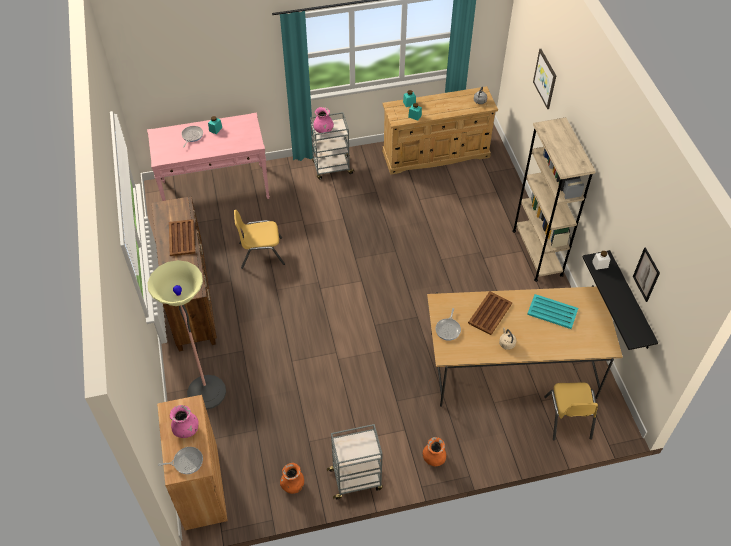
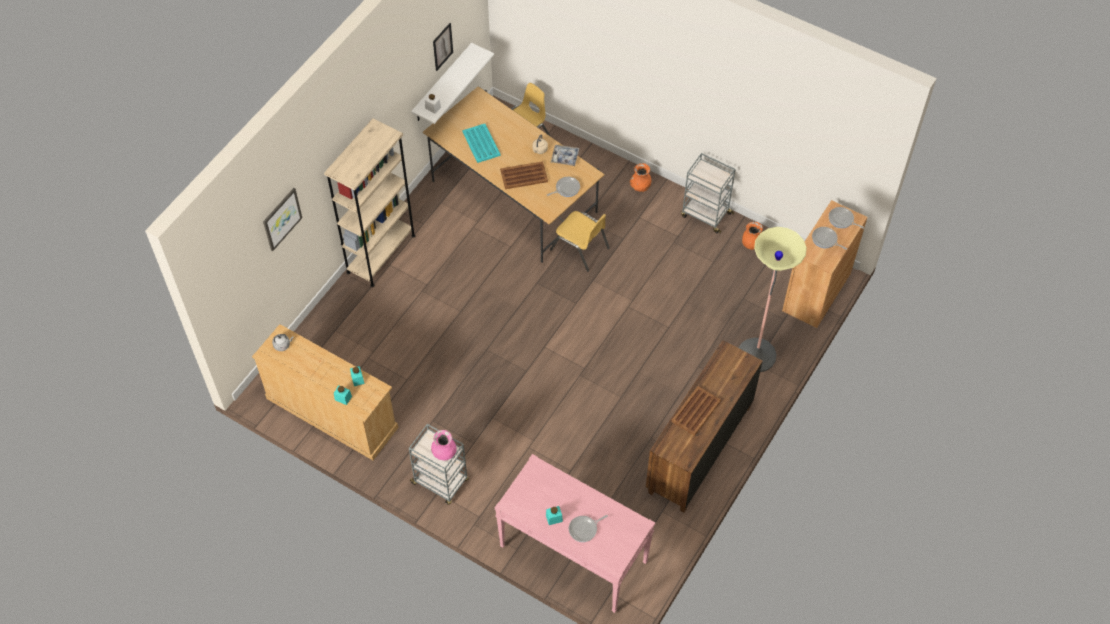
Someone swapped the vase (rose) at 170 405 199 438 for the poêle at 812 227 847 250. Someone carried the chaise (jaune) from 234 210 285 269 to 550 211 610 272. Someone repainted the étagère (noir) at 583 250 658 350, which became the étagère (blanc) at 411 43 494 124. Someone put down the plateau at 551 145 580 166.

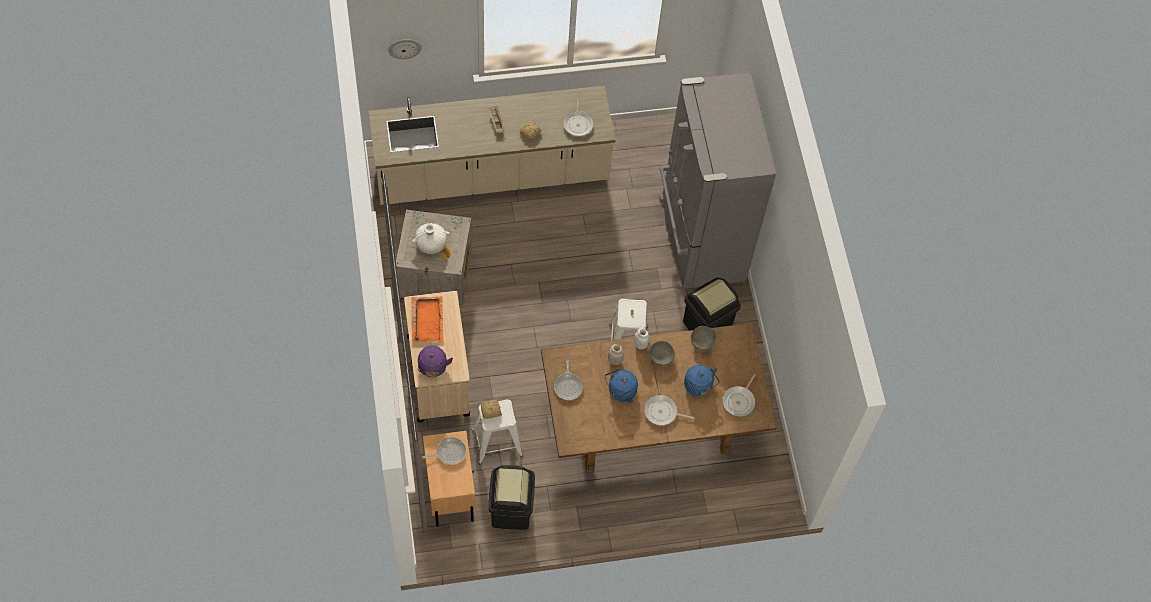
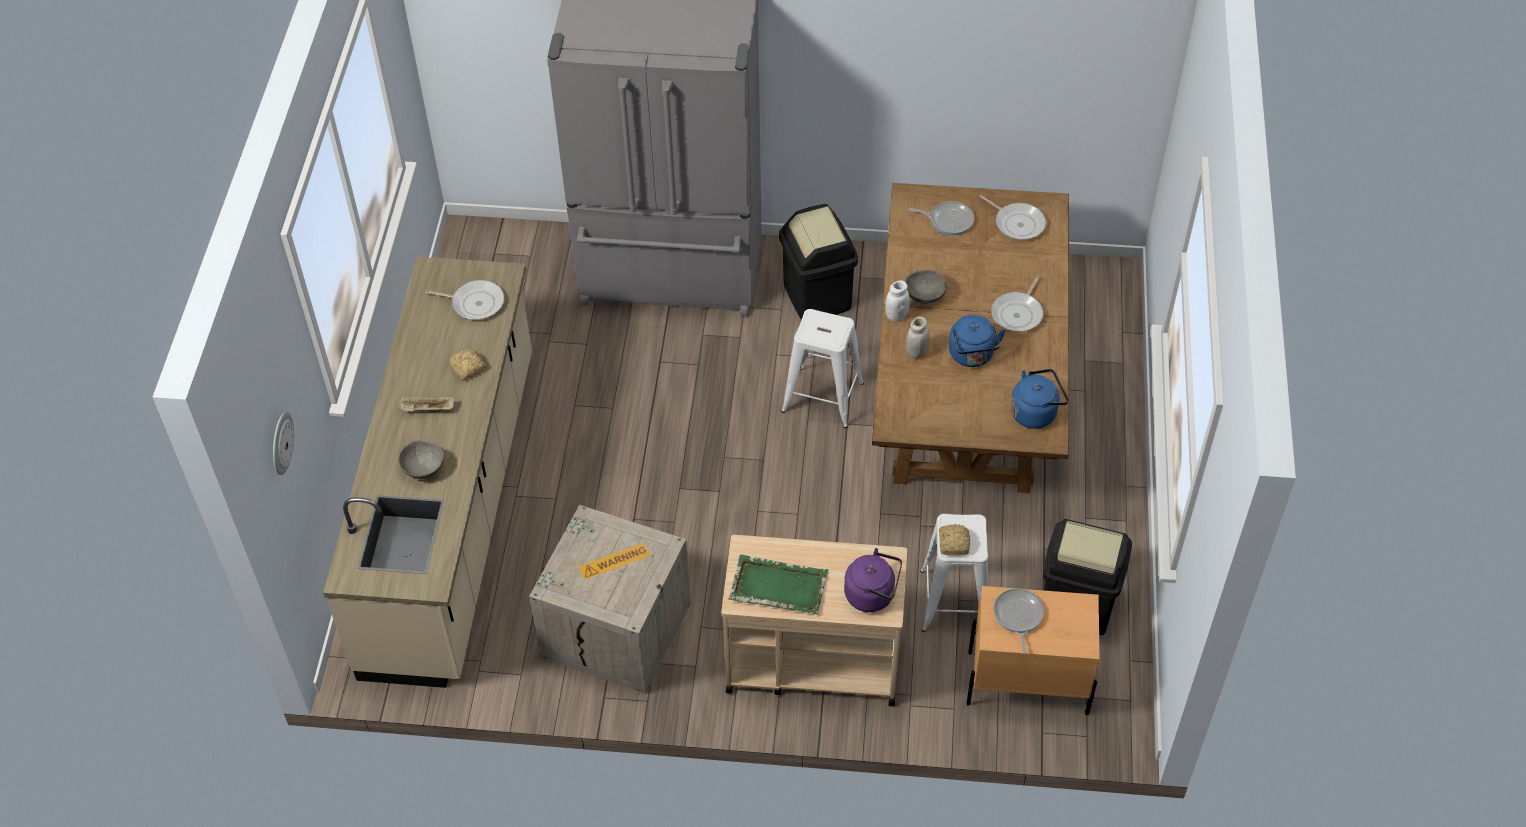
Someone repainted the plateau (orange) at 411 296 444 343, which became the plateau (vert) at 729 554 829 614. Someone took away the vase (blanc) at 412 223 450 254. Someone carried the poêle from 554 359 583 400 to 908 201 975 235. Someone carried the bouilloire (bleu) from 684 365 720 396 to 1011 369 1069 429. Someone carried the bol (gris) from 691 326 716 350 to 398 441 444 479.

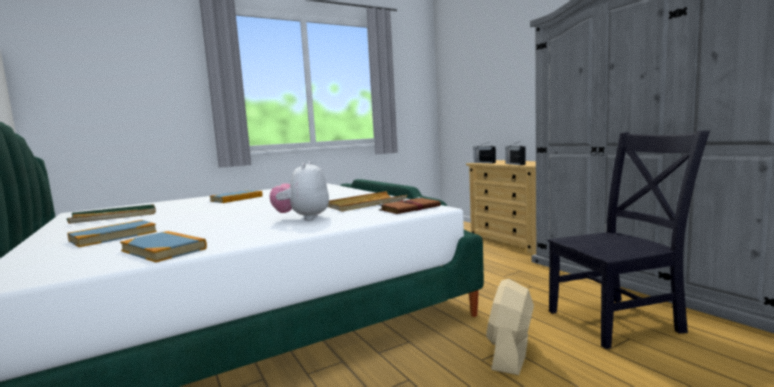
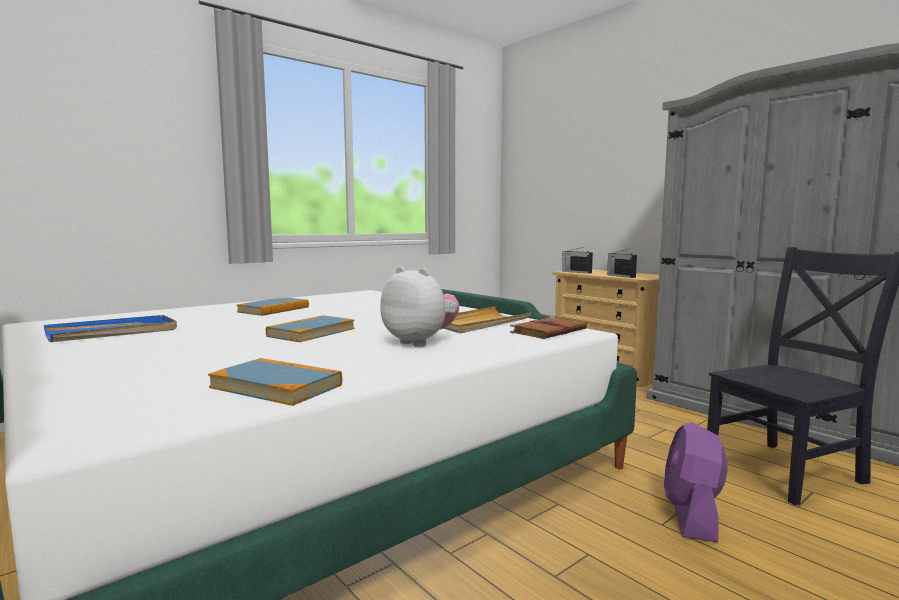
Someone repainted the plateau (vert) at 67 204 156 224, which became the plateau (bleu) at 44 315 177 342. Someone carried the livre from 67 220 157 247 to 266 315 355 342. Someone rotated the peluche at 269 161 329 220 by 135 degrees clockwise. Someone repainted the ventilateur (beige) at 486 279 534 375, which became the ventilateur (violet) at 664 422 728 542.

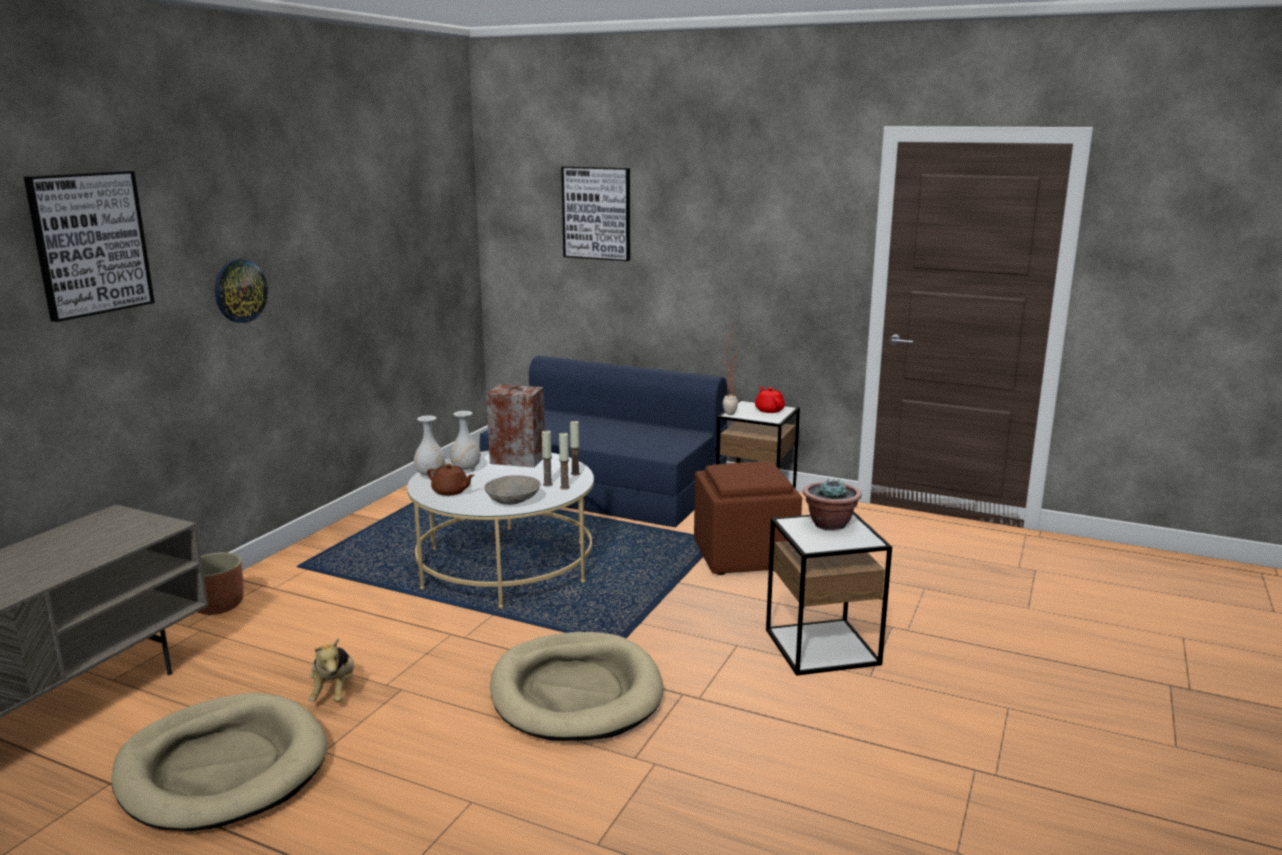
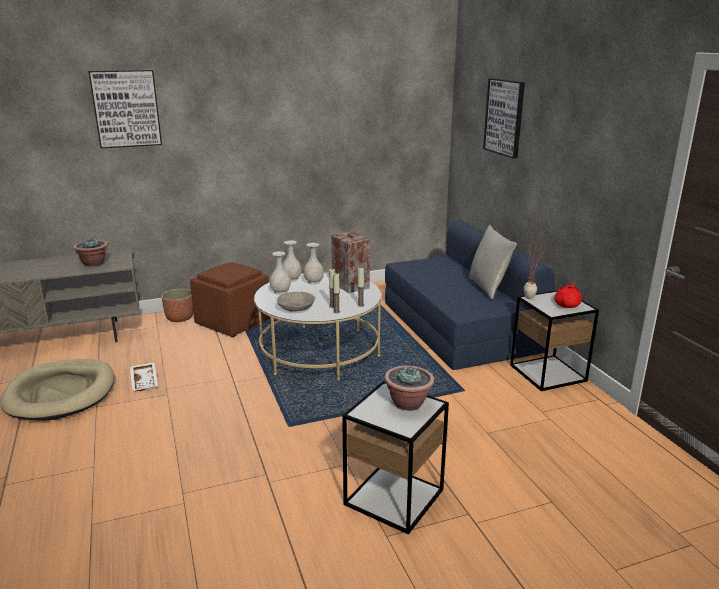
Someone took away the horloge murale at 215 259 268 323. Someone swapped the peluche at 309 638 354 702 for the plateau (blanc) at 130 362 158 391. Someone swapped the théière (marron) at 427 464 475 496 for the vase (blanc) at 270 251 291 295. Someone took away the panier pour chien (beige) at 490 632 663 741. Someone carried the pouf (marron) from 694 462 802 575 to 190 262 271 337. Someone put down the plante en pot at 73 238 108 267. Someone put down the coussin (gris) at 469 225 517 300.

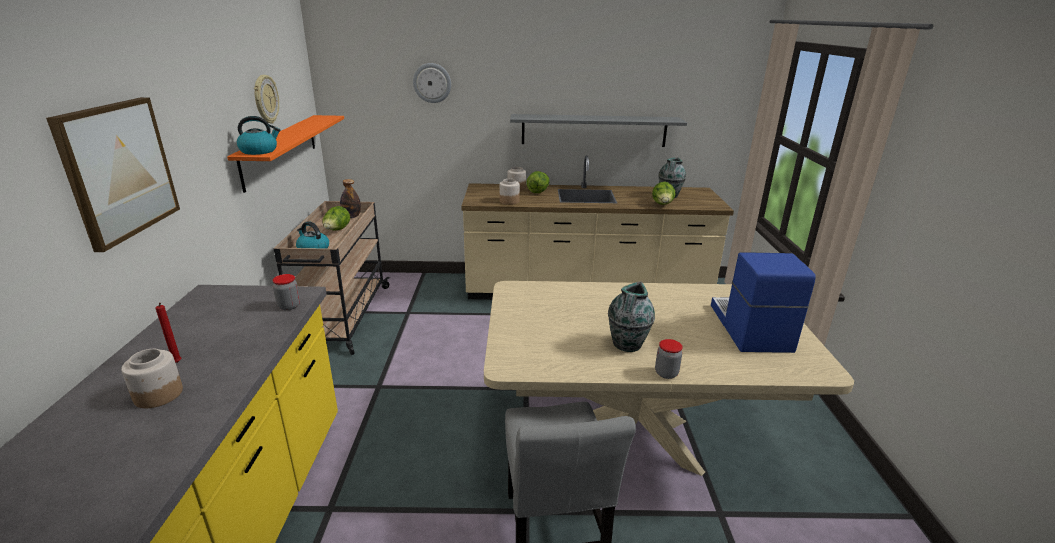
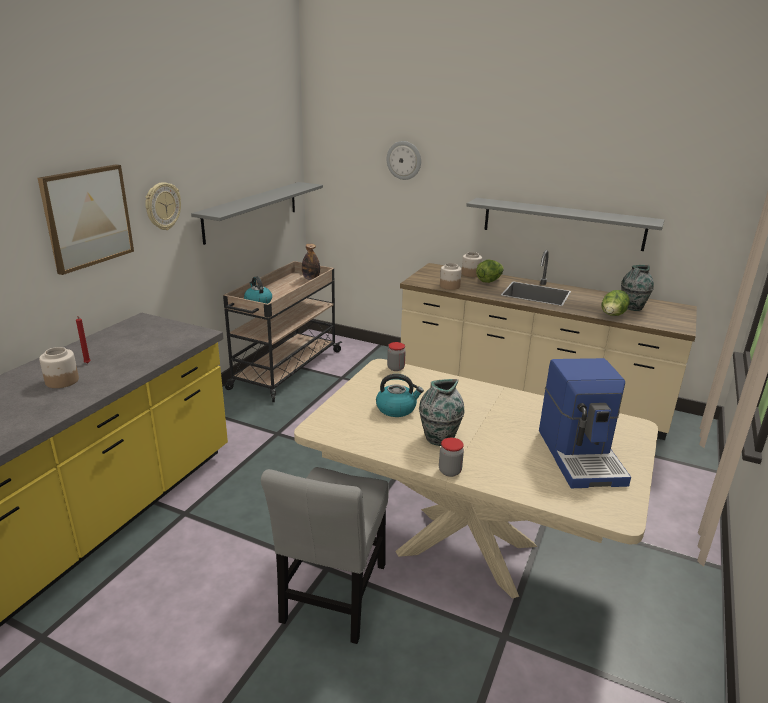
Someone repainted the étagère (orange) at 227 115 344 193, which became the étagère (gris) at 191 182 323 245. Someone carried the bouilloire from 237 116 280 155 to 376 374 424 417. Someone carried the horloge murale from 254 75 279 124 to 145 182 181 230. Someone carried the bocal from 272 274 300 310 to 387 342 406 371. Someone took away the laitue at 322 206 350 230. Someone rotated the machine à café at 711 252 816 353 by 150 degrees clockwise.

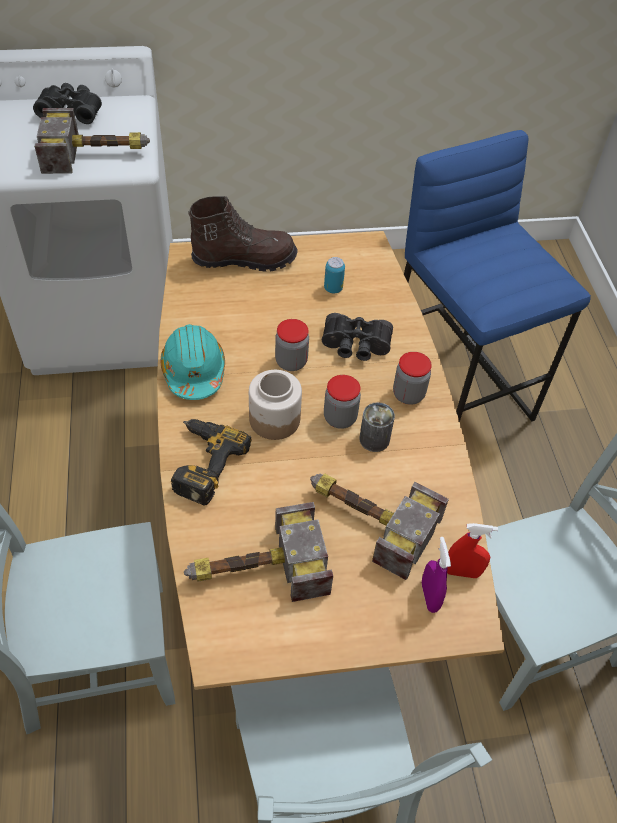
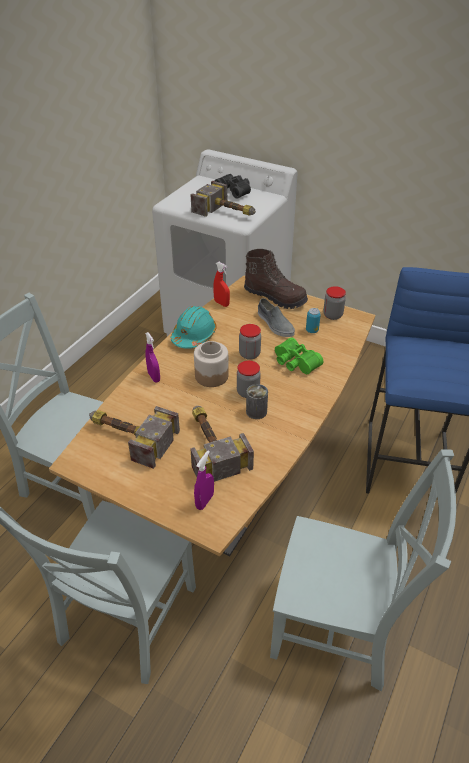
Someone swapped the perceuse at 171 419 251 505 for the vaporisateur (violet) at 145 332 160 382. Someone repainted the jumelles (noir) at 322 313 393 361, which became the jumelles (vert) at 275 338 323 374. Someone carried the bocal from 393 352 432 405 to 323 286 346 320. Someone carried the vaporisateur (rouge) from 447 523 498 578 to 213 262 230 307. Someone put down the chaussure (gris) at 258 298 295 337.

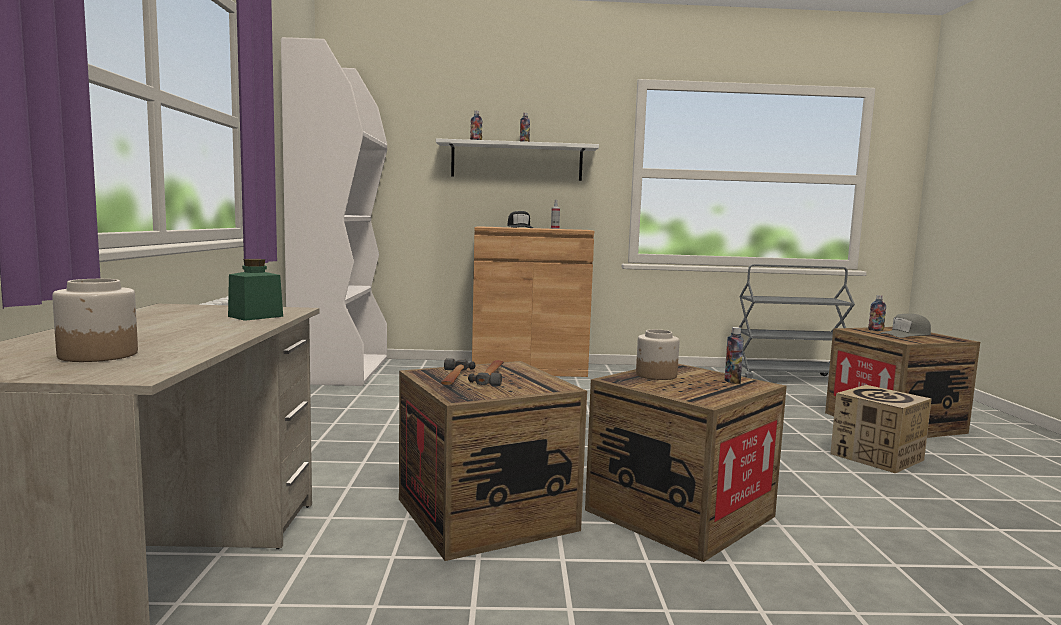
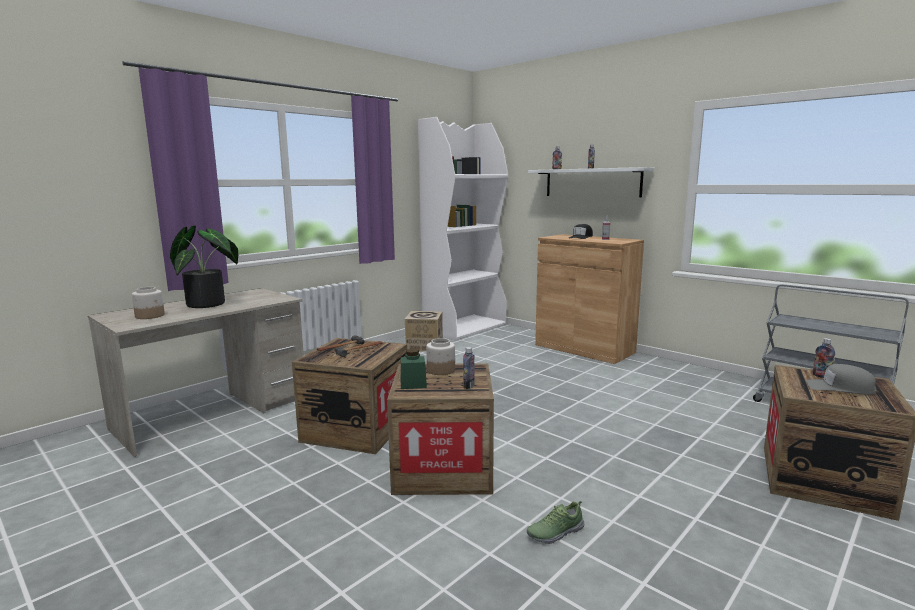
Someone carried the bocal (vert) from 228 259 283 321 to 401 349 427 389. Someone carried the carton from 830 385 932 473 to 405 311 443 351. Someone put down the plante en pot at 170 226 238 308. Someone put down the chaussure at 527 501 584 544.

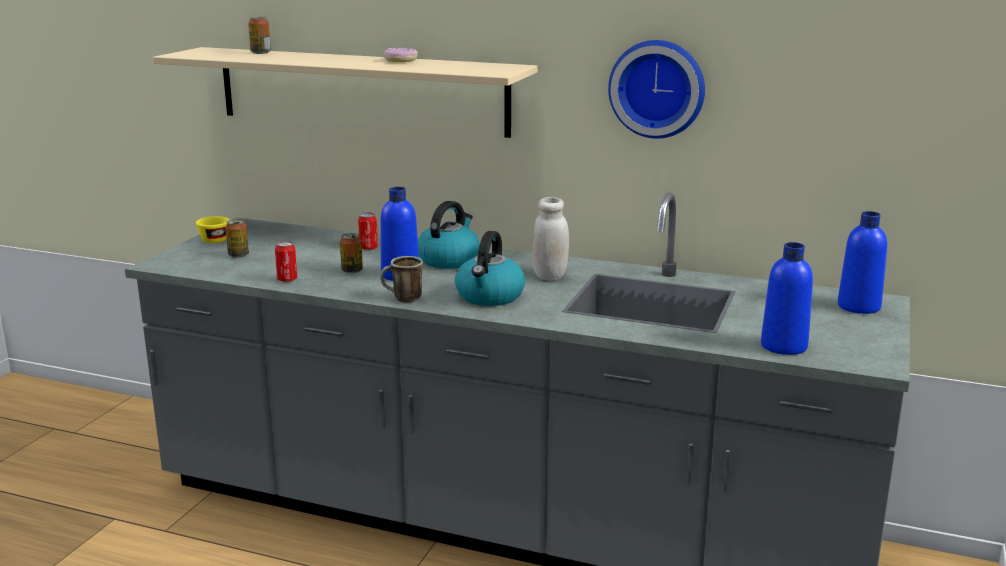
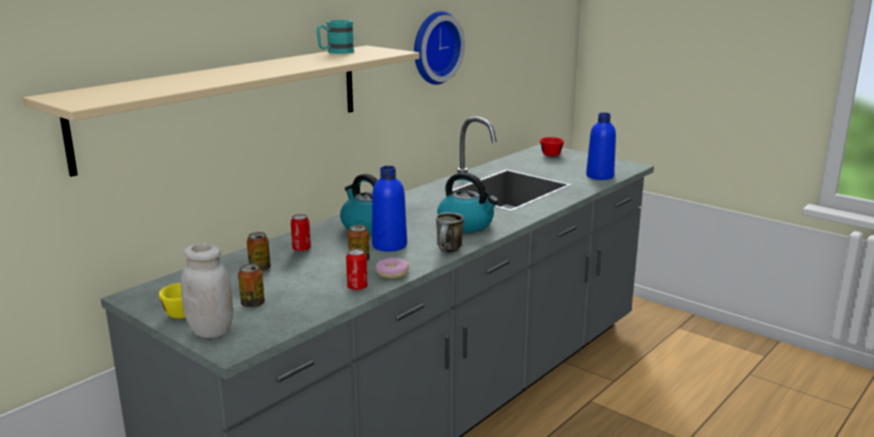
Someone carried the boîte métallique from 248 17 271 54 to 247 232 271 272. Someone carried the beignet from 384 48 418 62 to 375 257 409 279. Someone carried the bocal (blanc) from 533 197 569 281 to 181 243 233 338. Someone swapped the bouteille (bleu) at 838 211 887 314 for the tasse (rouge) at 540 137 564 156. Someone put down the mug (turquoise) at 317 20 354 54.

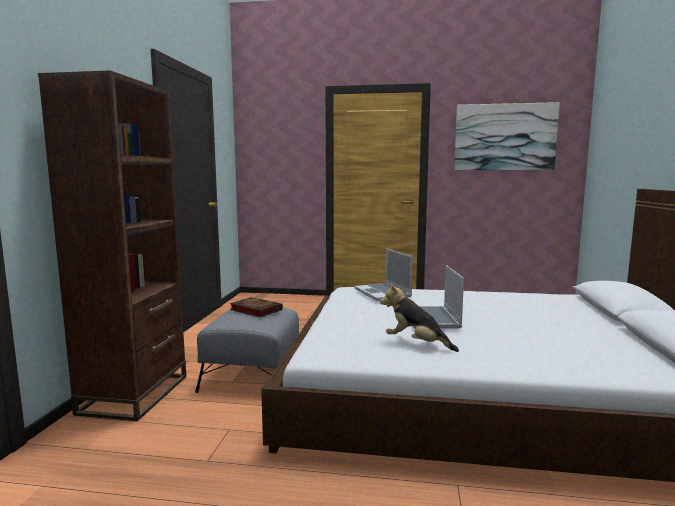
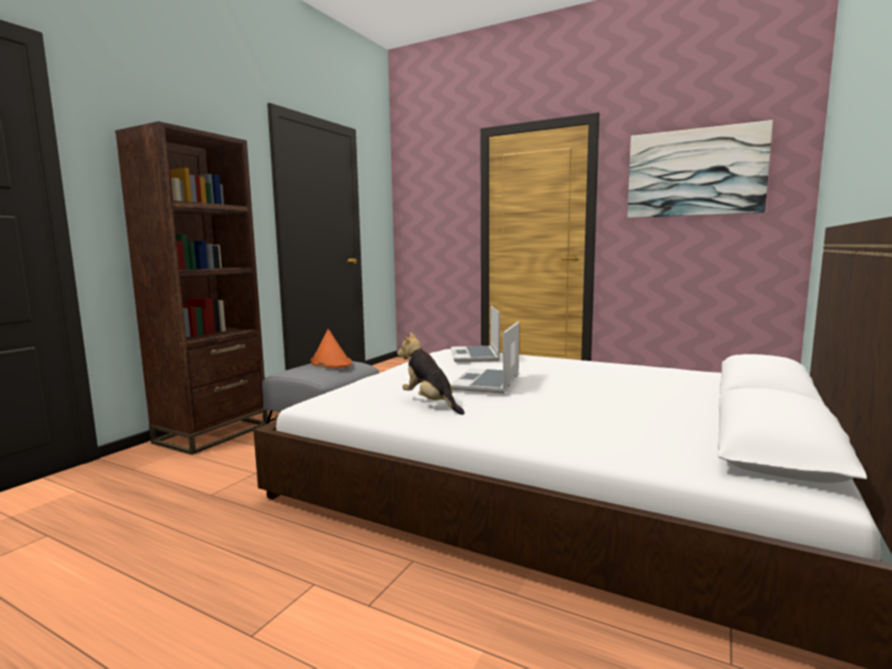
Someone swapped the livre at 230 297 283 317 for the chapeau (orange) at 310 329 352 368.

